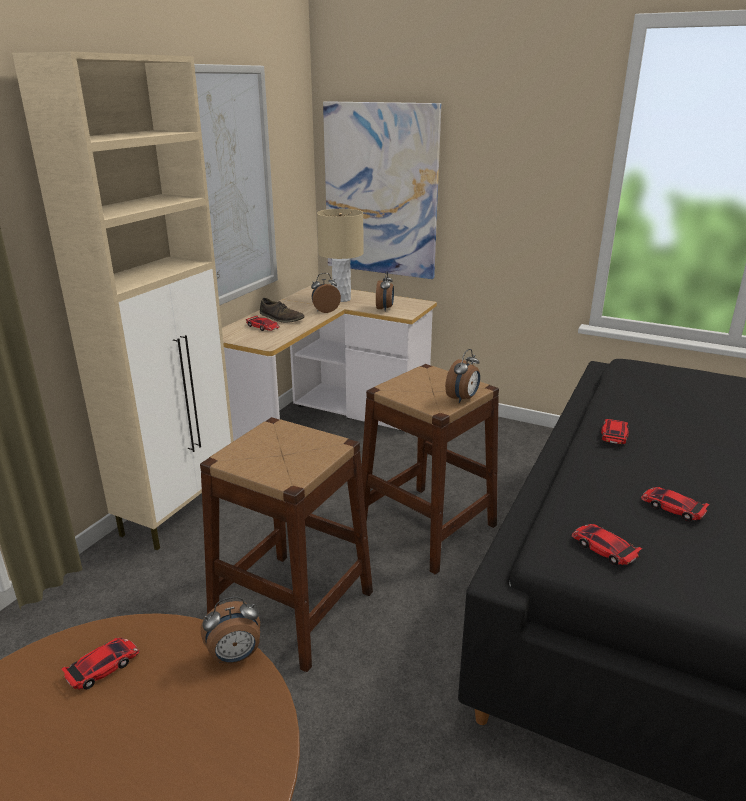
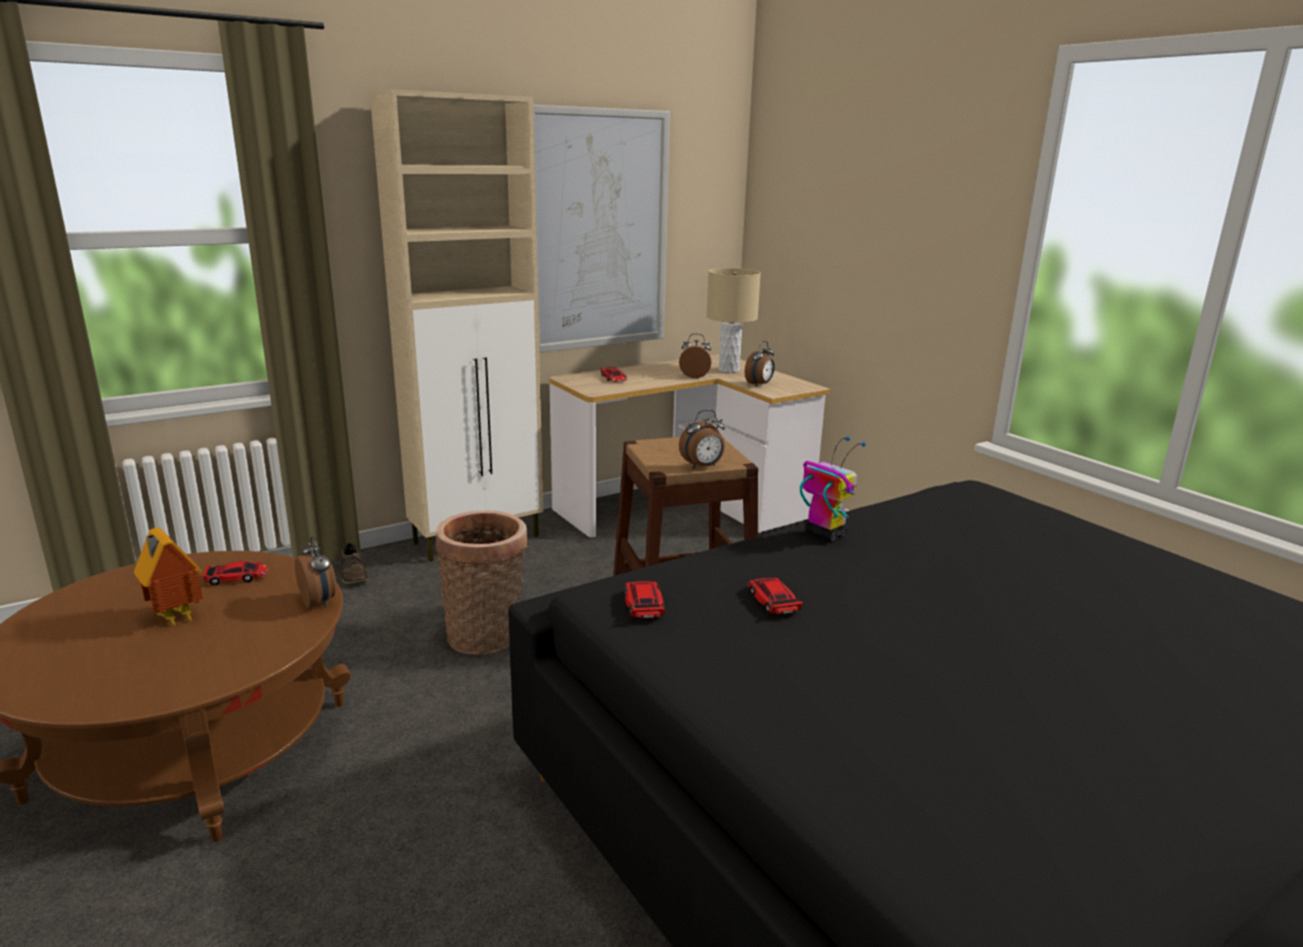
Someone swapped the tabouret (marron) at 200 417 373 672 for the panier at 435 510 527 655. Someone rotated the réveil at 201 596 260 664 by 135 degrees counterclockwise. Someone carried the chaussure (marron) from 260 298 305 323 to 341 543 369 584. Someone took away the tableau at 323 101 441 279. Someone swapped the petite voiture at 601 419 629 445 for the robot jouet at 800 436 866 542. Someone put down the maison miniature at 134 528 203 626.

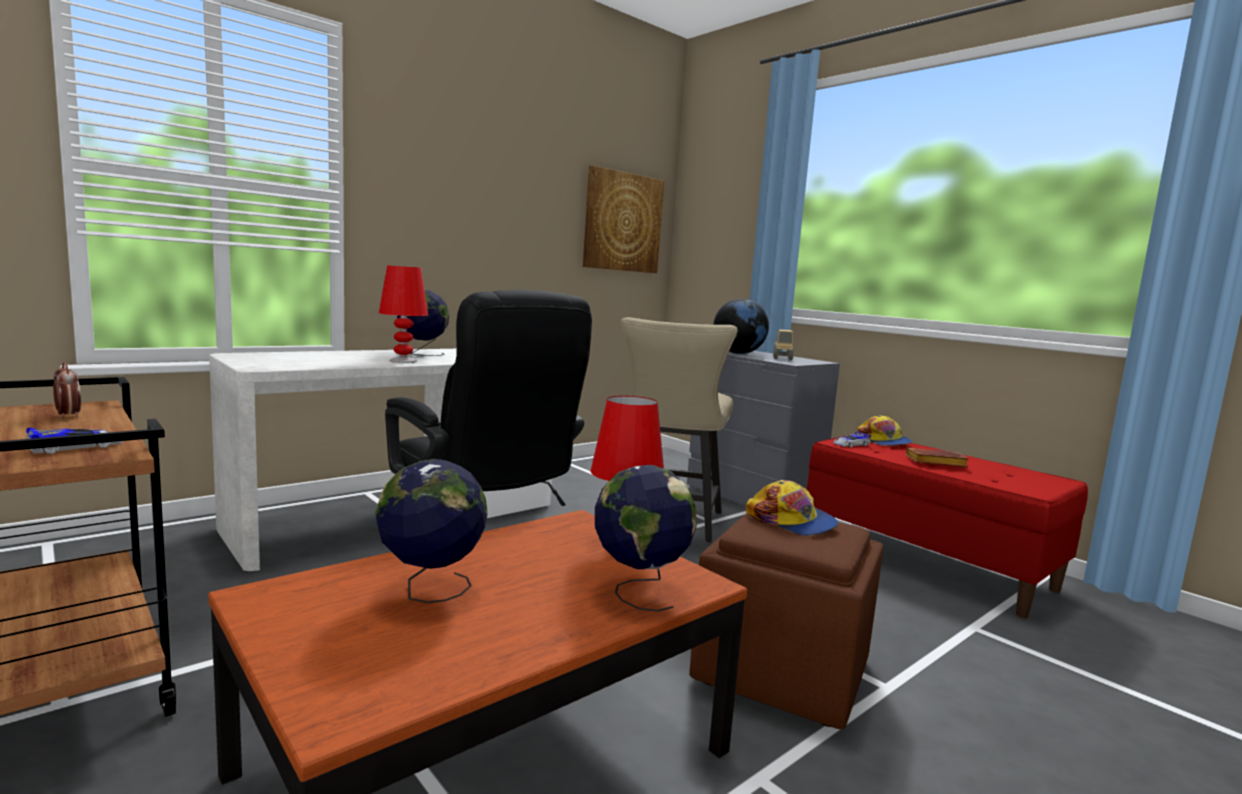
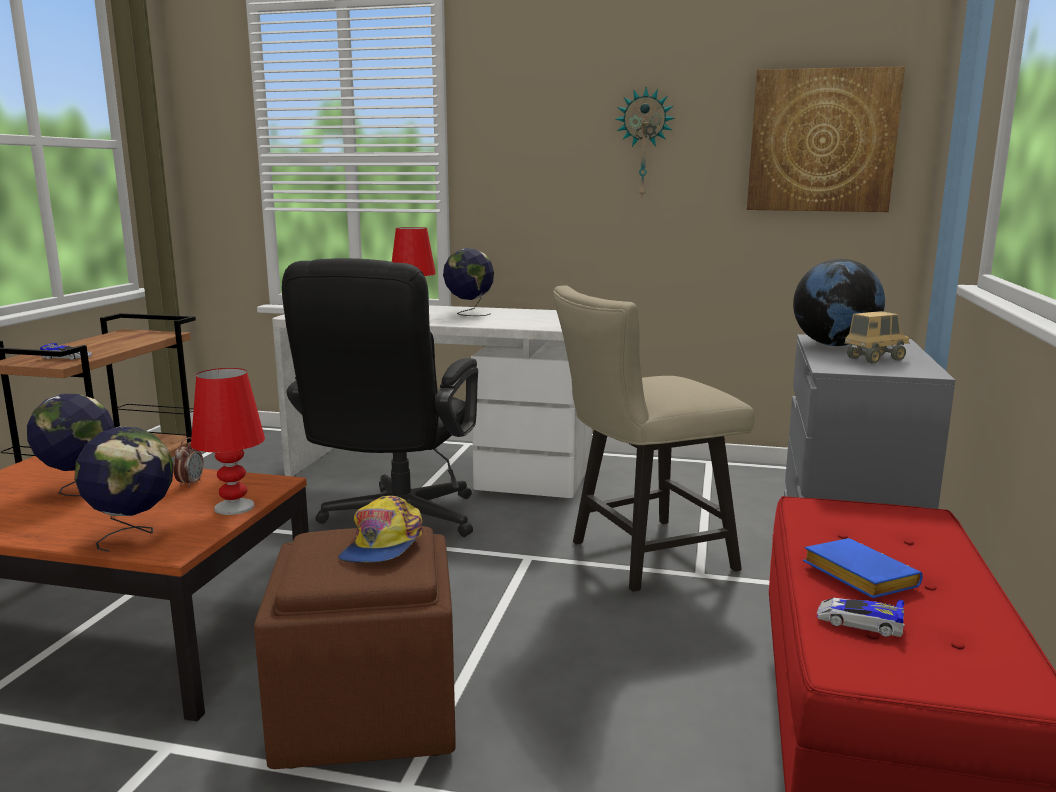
Someone carried the réveil from 53 362 81 418 to 173 437 204 488. Someone carried the petite voiture from 834 432 871 447 to 817 598 905 637. Someone took away the casquette at 857 415 912 446. Someone repainted the livre (marron) at 906 448 969 467, which became the livre (bleu) at 803 538 923 598. Someone put up the horloge murale at 616 87 675 197.

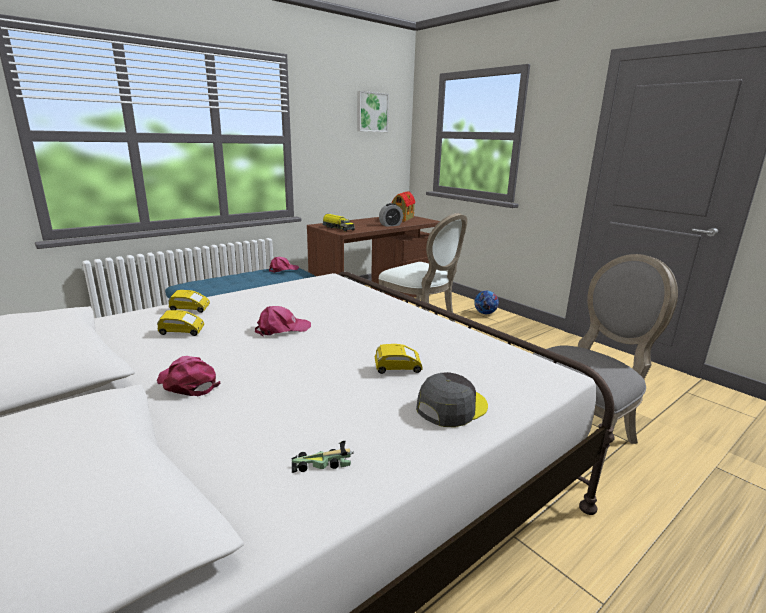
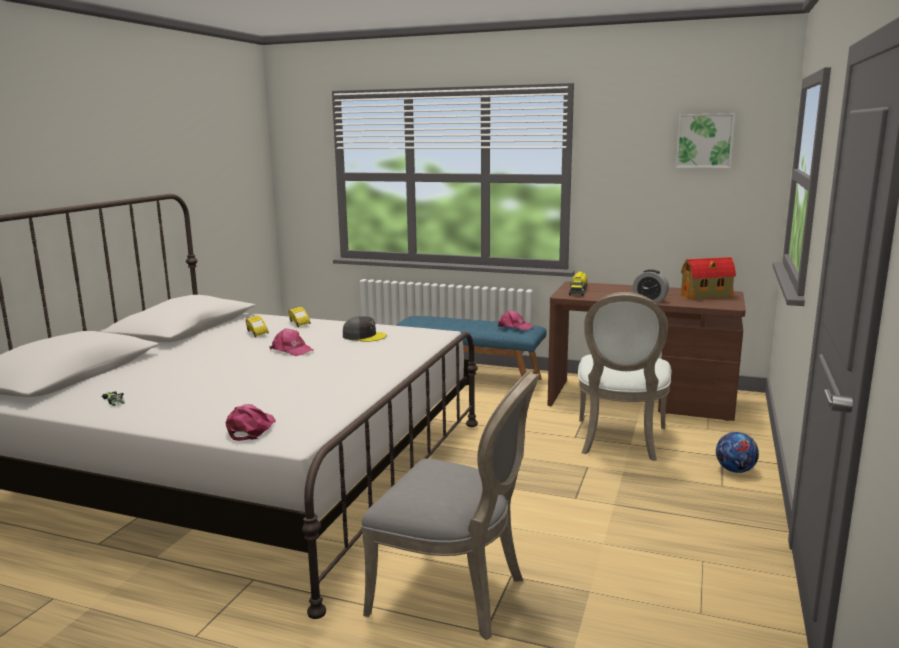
Someone carried the casquette (rose) from 157 356 220 396 to 226 404 276 441. Someone took away the petite voiture (jaune) at 375 344 423 374. Someone carried the casquette (gris) from 416 372 488 427 to 343 316 387 342.

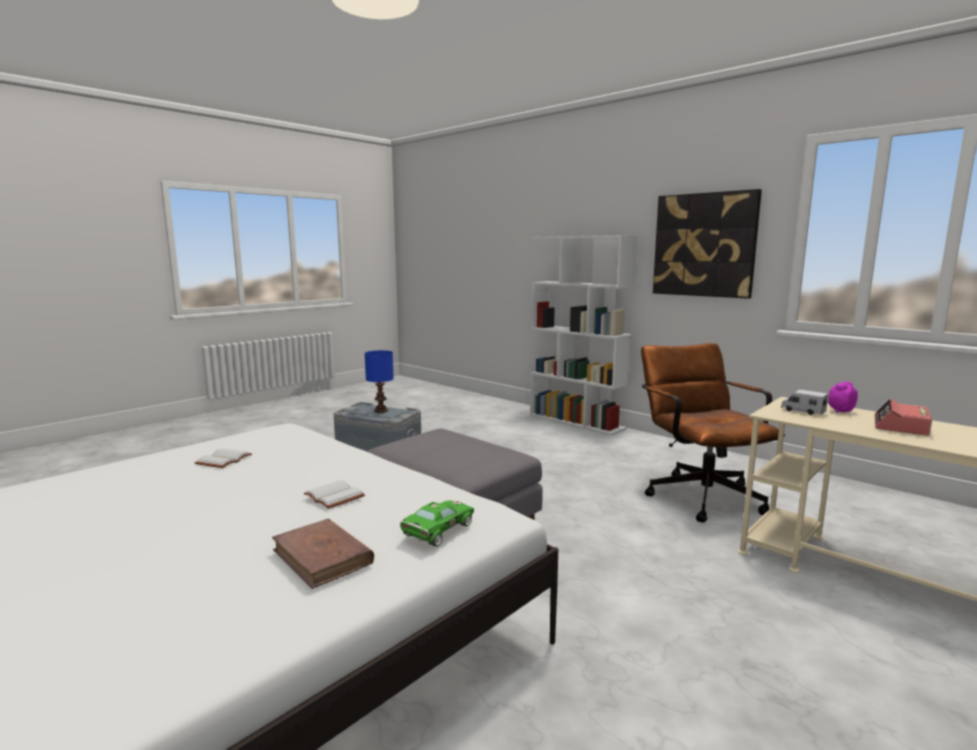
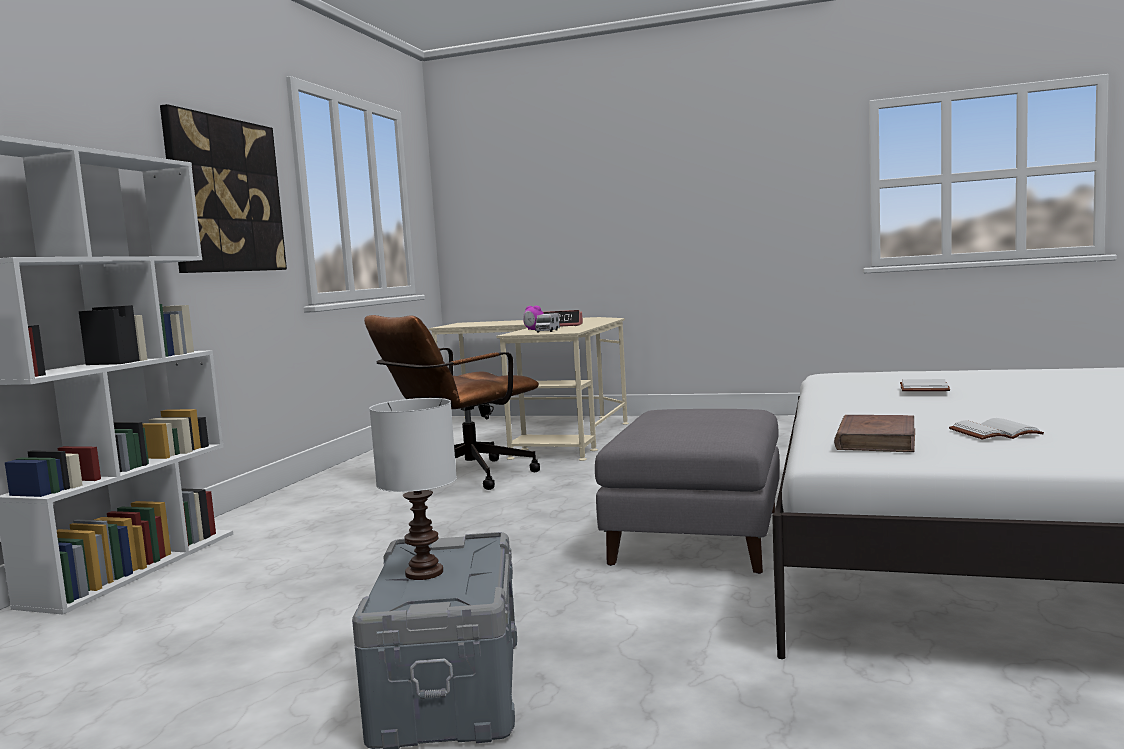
Someone carried the livre (marron) from 272 518 374 589 to 834 415 915 452. Someone repainted the lampe de table (bleu) at 365 350 394 413, which became the lampe de table (blanc) at 369 398 457 580. Someone took away the petite voiture (vert) at 400 500 474 547.

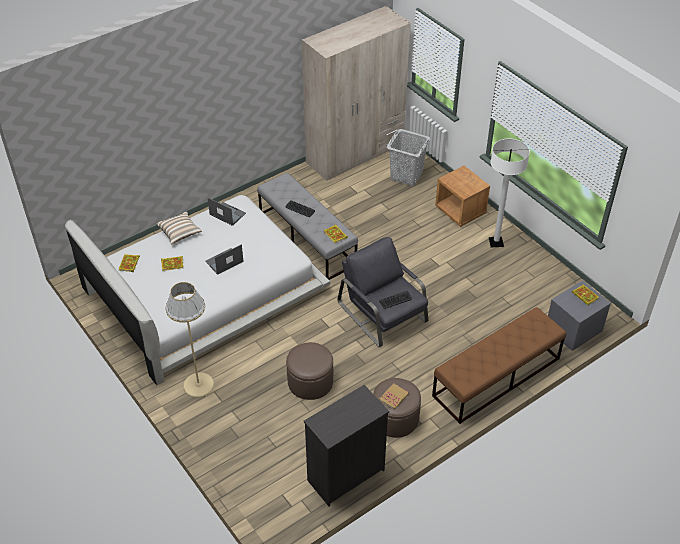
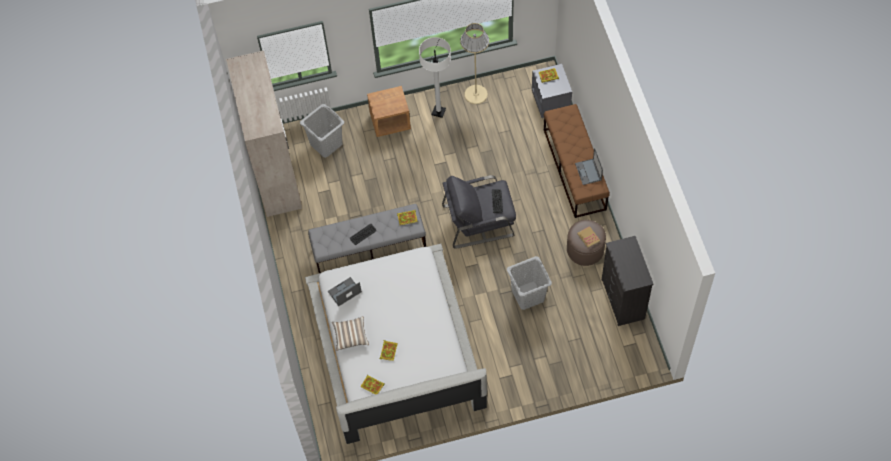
Someone carried the lampadaire (beige) from 165 282 214 397 to 460 23 489 104. Someone carried the ordinateur portable from 205 244 244 275 to 575 148 603 185. Someone swapped the pouf (marron) at 286 342 333 400 for the panier à linge (gris) at 507 256 552 310.

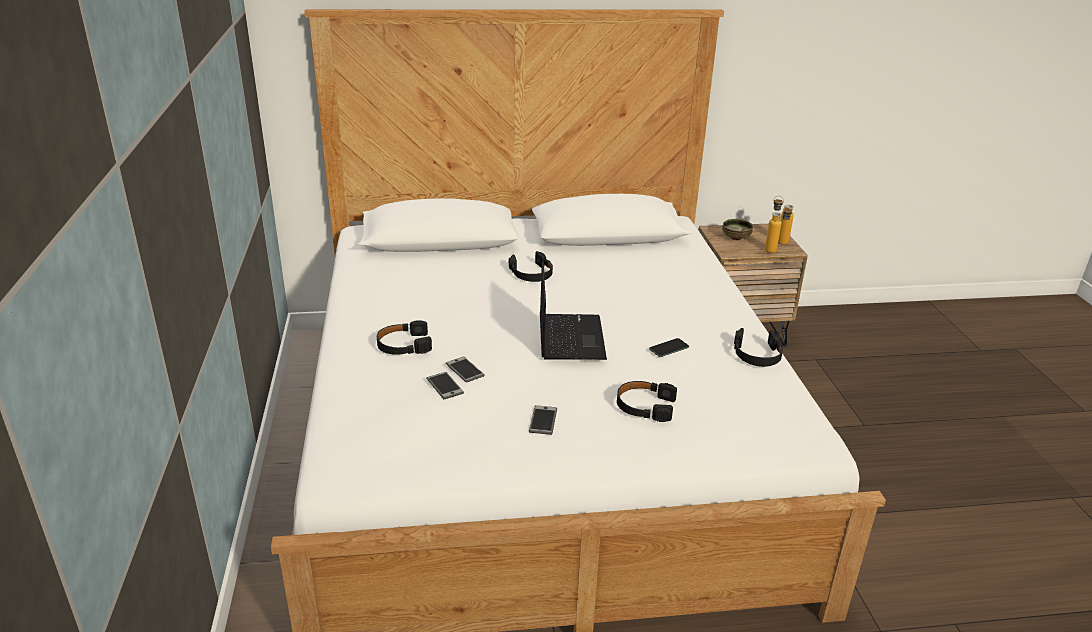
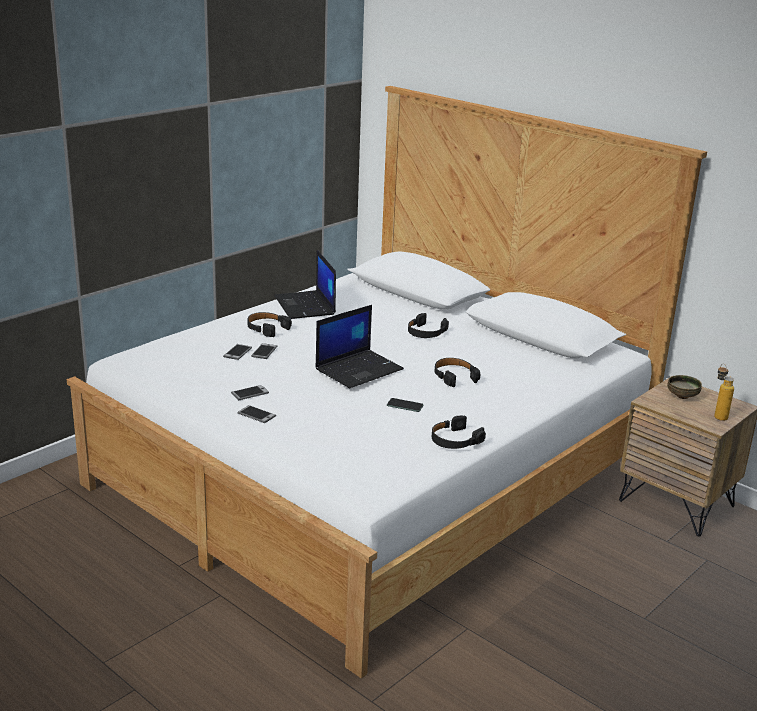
Someone carried the casque audio (noir) from 617 381 677 422 to 435 358 480 387. Someone took away the bouteille at 765 205 793 253. Someone put down the téléphone at 237 405 276 423. Someone put down the ordinateur portable at 274 250 336 319.

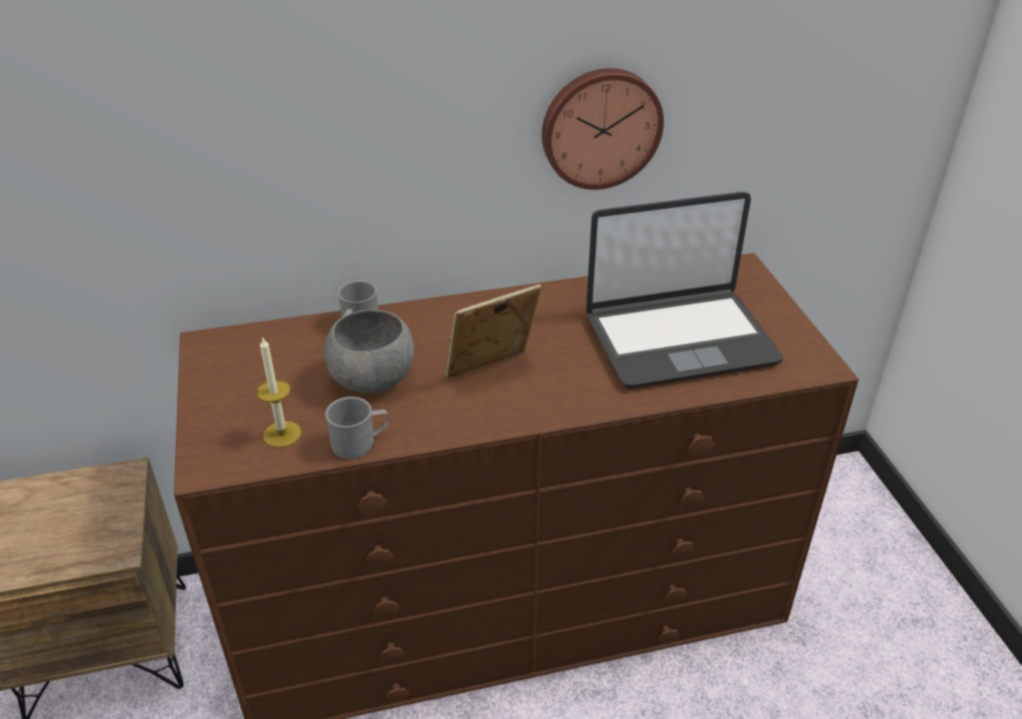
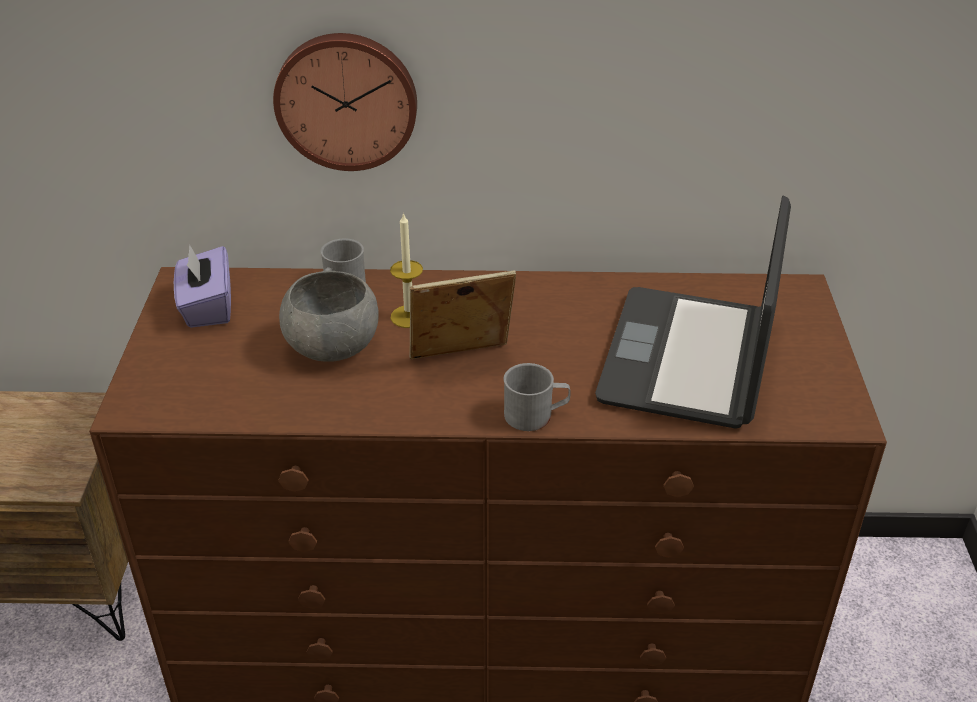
Someone carried the bougie from 257 336 301 448 to 390 212 423 328. Someone carried the mug (gris) from 325 397 389 459 to 504 363 571 431. Someone carried the horloge murale from 542 68 664 190 to 273 33 417 171. Someone rotated the ordinateur portable at 586 192 783 388 by 105 degrees clockwise. Someone put down the boîte à mouchoirs (violet) at 174 244 231 328.

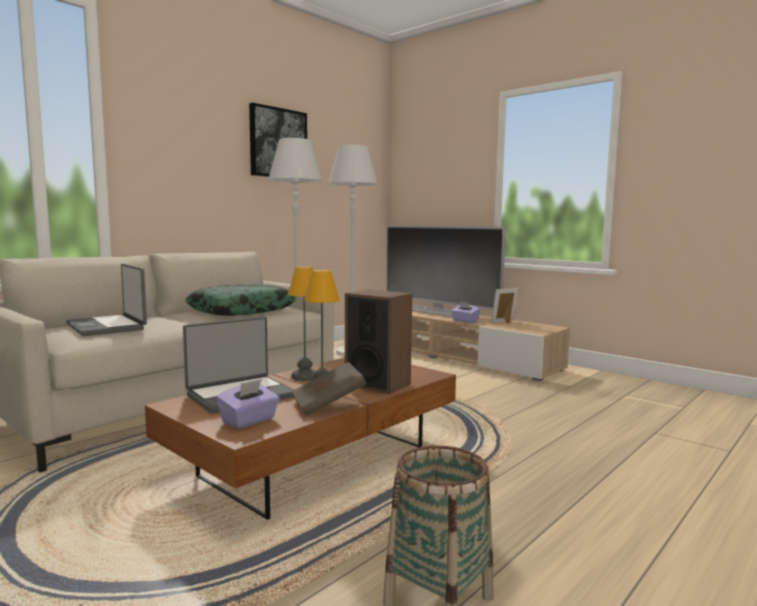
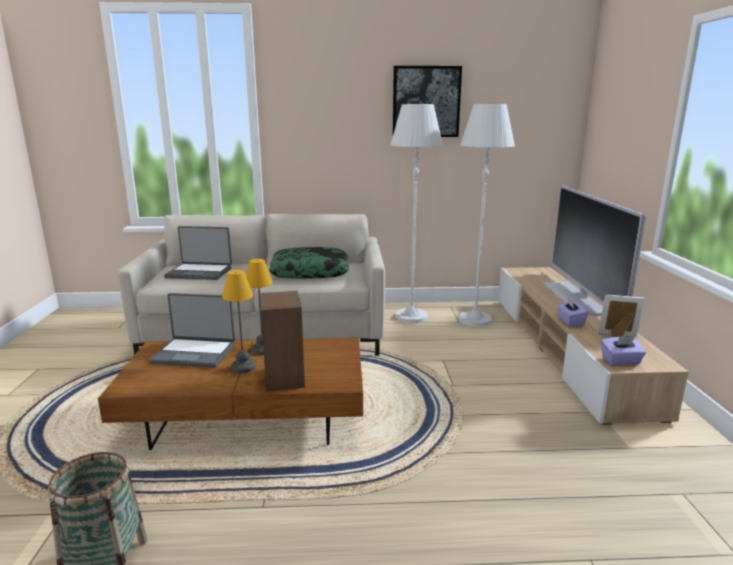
Someone rotated the ordinateur portable at 66 264 147 336 by 90 degrees counterclockwise. Someone carried the boîte à mouchoirs (violet) from 216 379 280 429 to 601 337 646 365. Someone took away the livre (marron) at 292 362 366 416.

